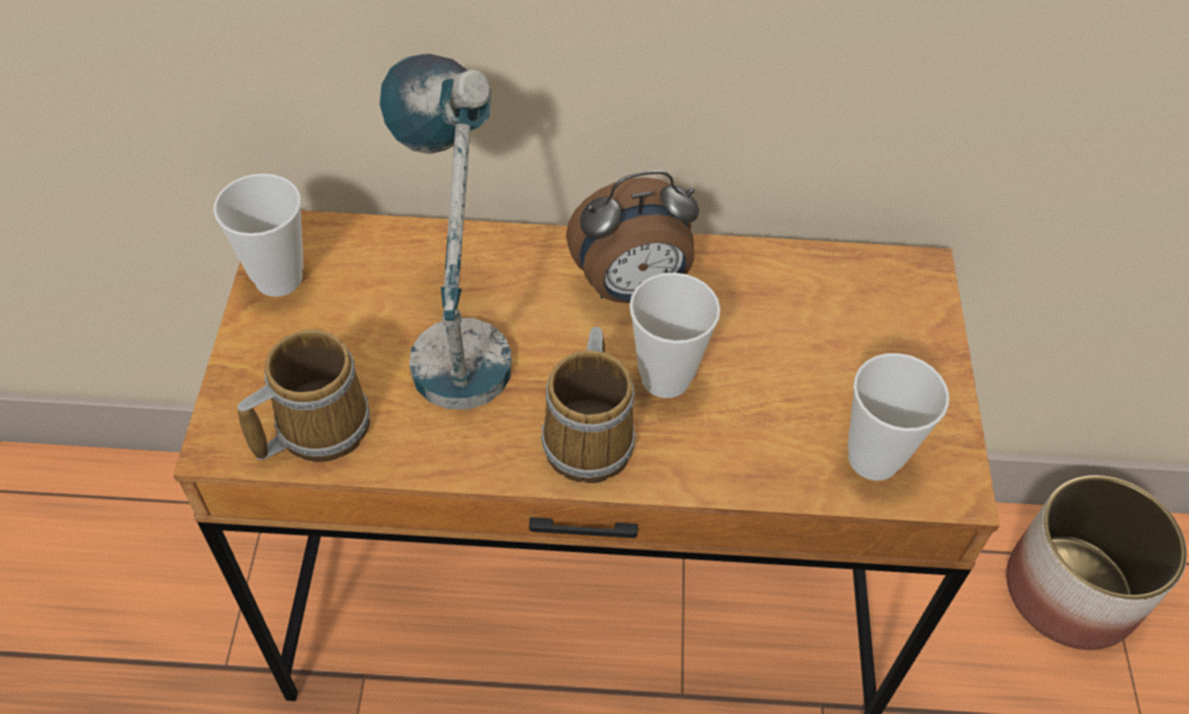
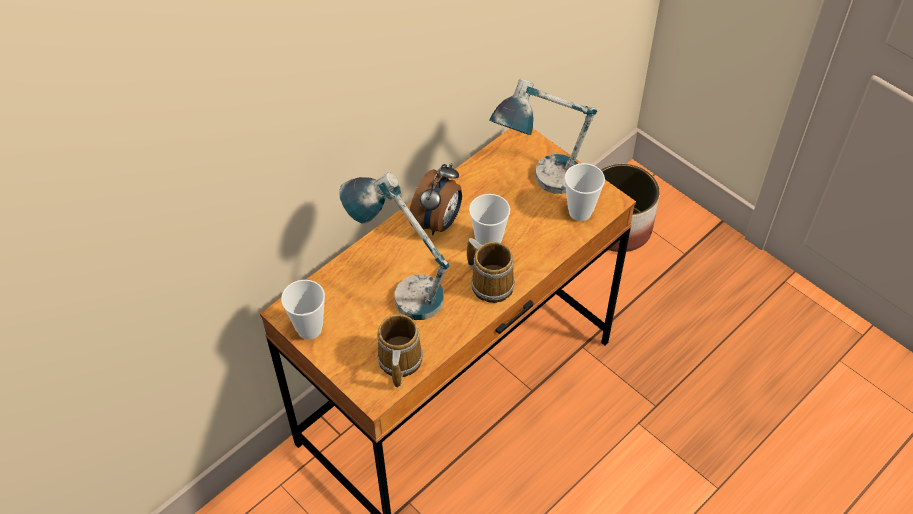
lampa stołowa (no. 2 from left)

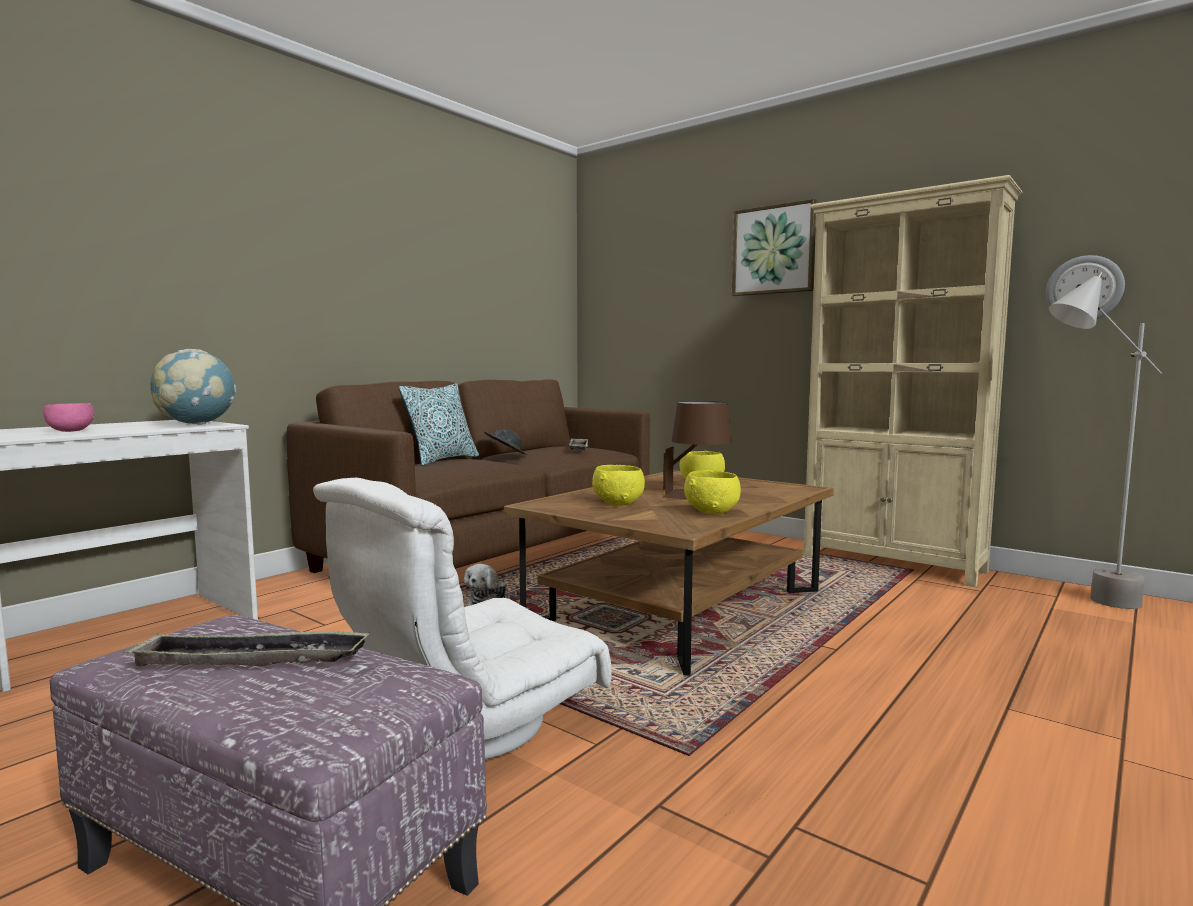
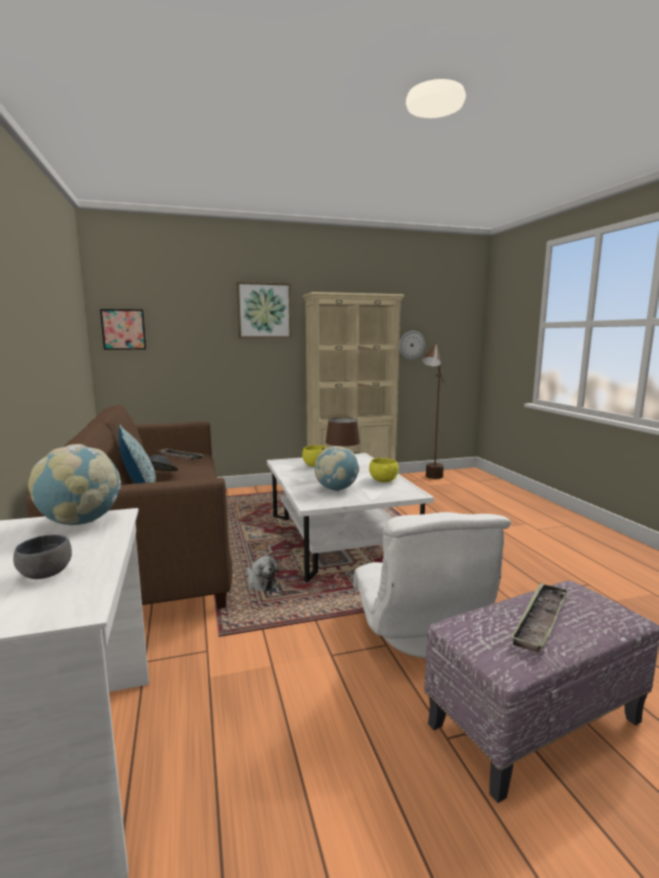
obraz (no. 1 from left); globus (no. 2 from left); miska (szary); ława (biały); lampa stojąca (brązowy)

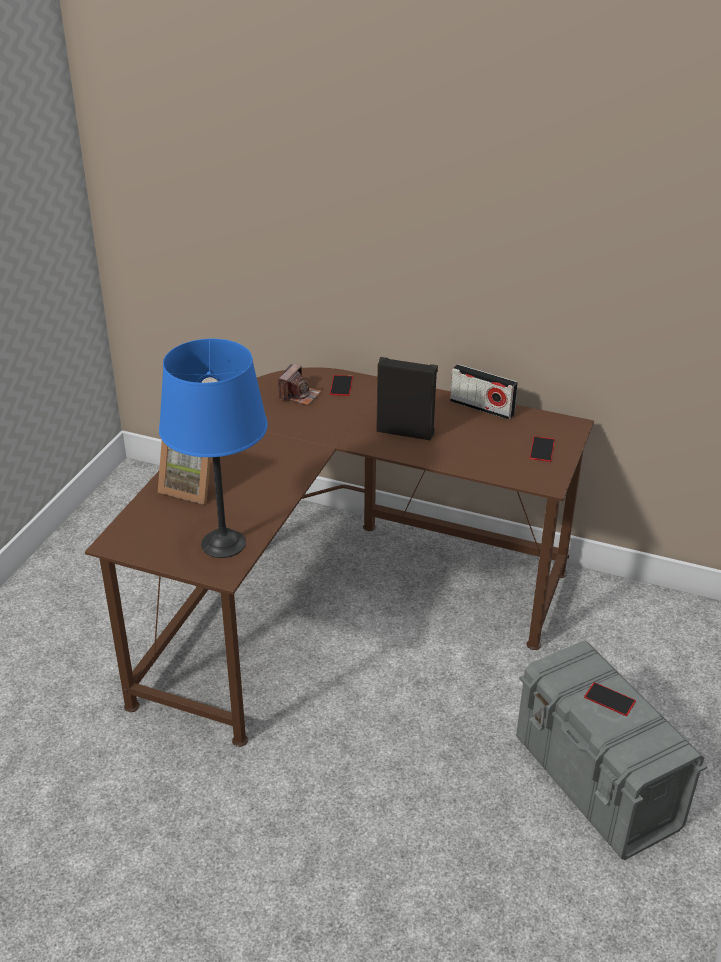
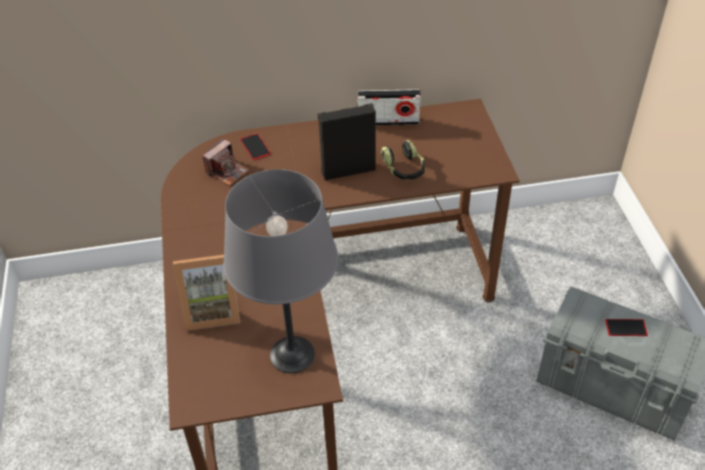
telefon (no. 2 from left in the first image); słuchawki; lampa stołowa (szary); aparat fotograficzny

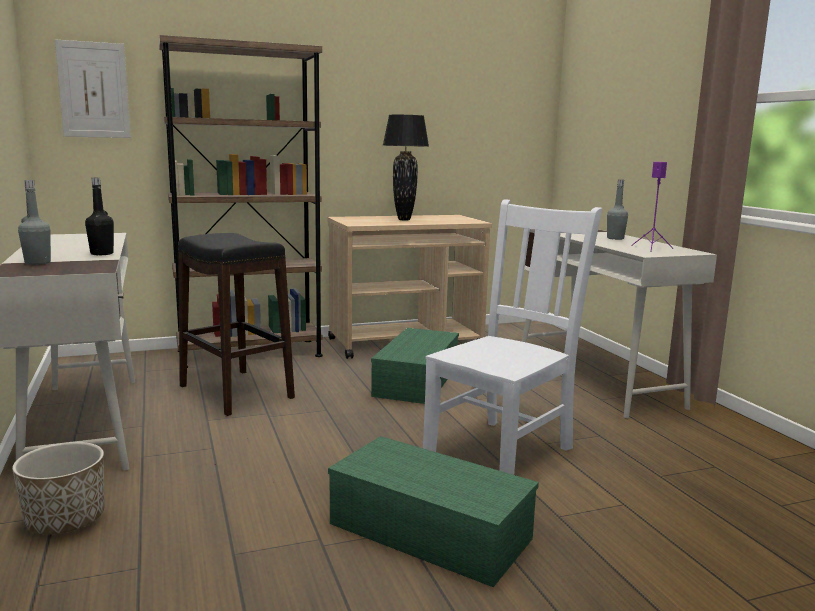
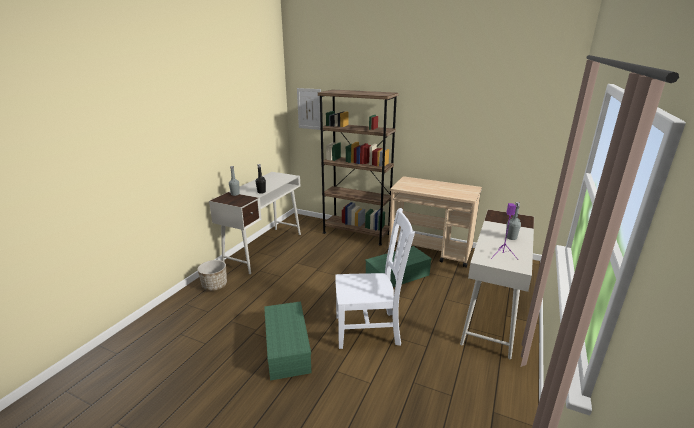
stołek (czarny); lampa stołowa (czarny)

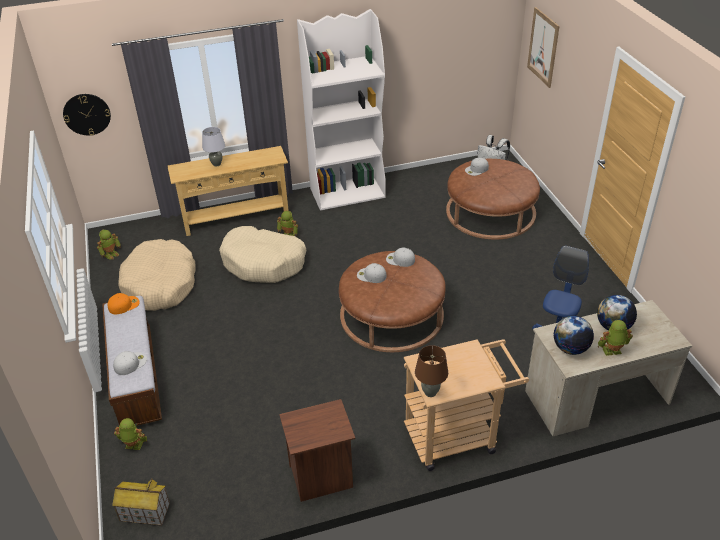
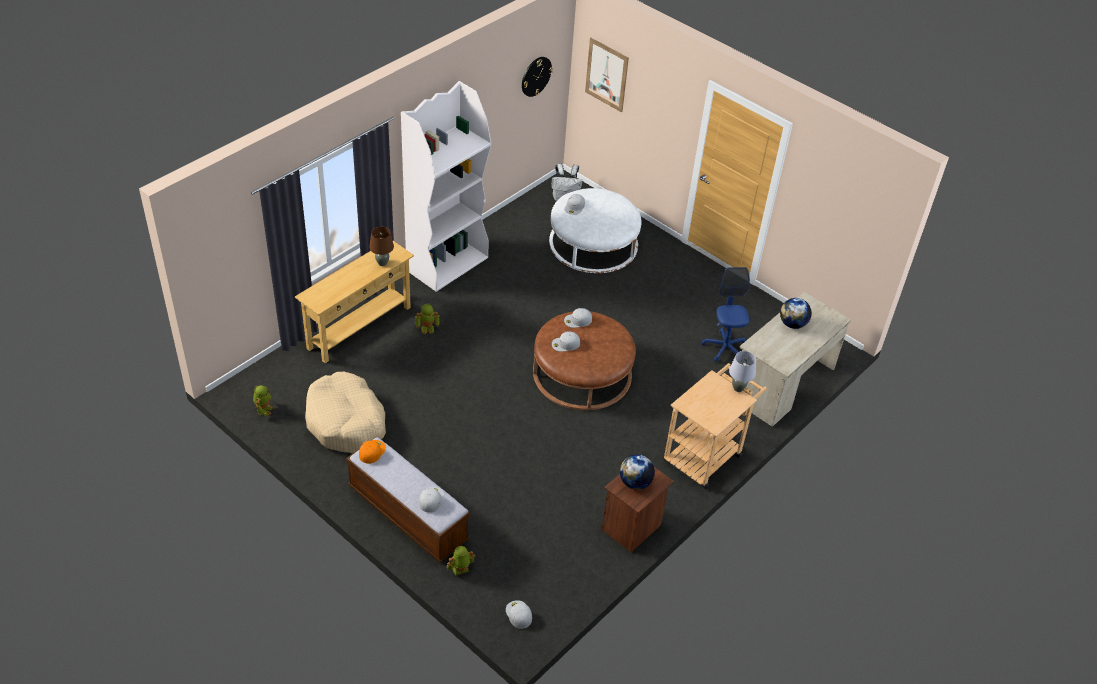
legowisko (beżowy) (no. 2 from left in the first image); robot zabawkowy (no. 4 from left in the first image); zegar ścienny; lampa stołowa (szary); lampa stołowa (brązowy); globus (no. 1 from left); czapka z daszkiem (biały) (no. 2 from left); pufa (biały)

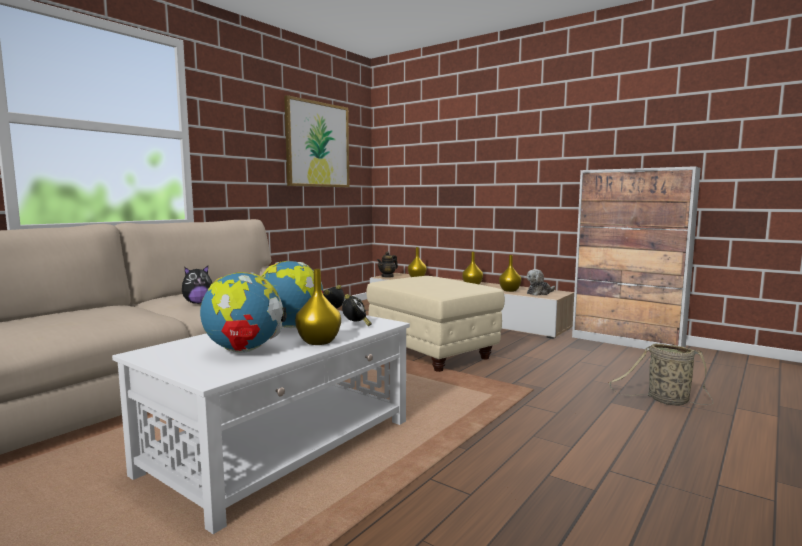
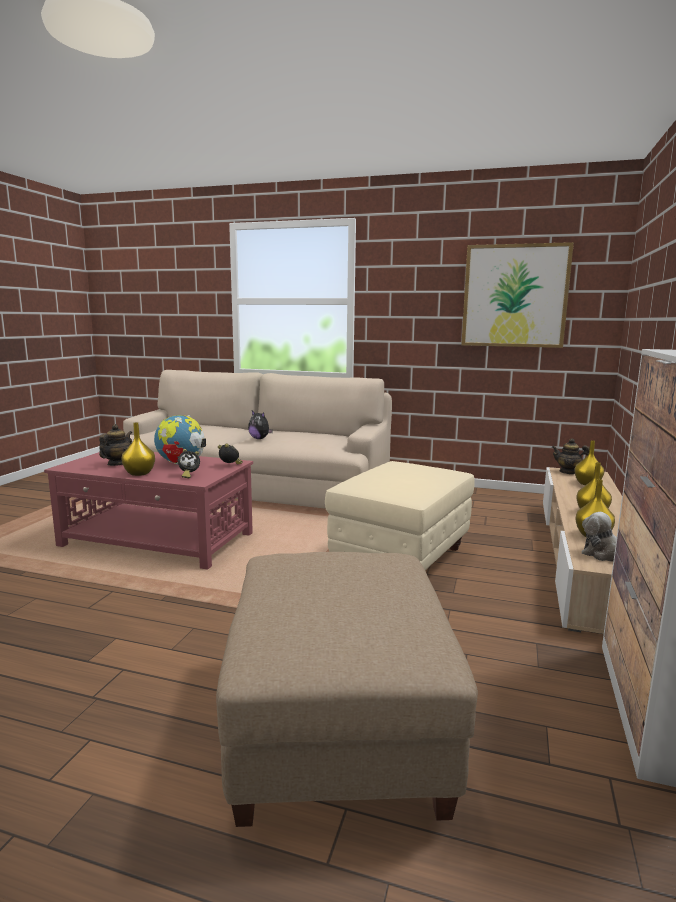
imbryk (no. 1 from left); pufa (beżowy) (no. 1 from left); ława (czerwony)

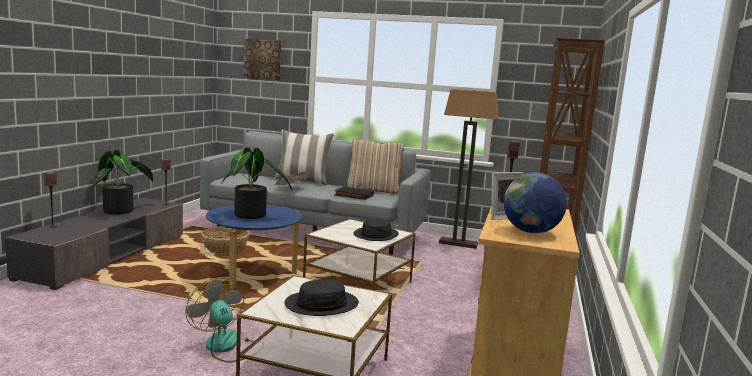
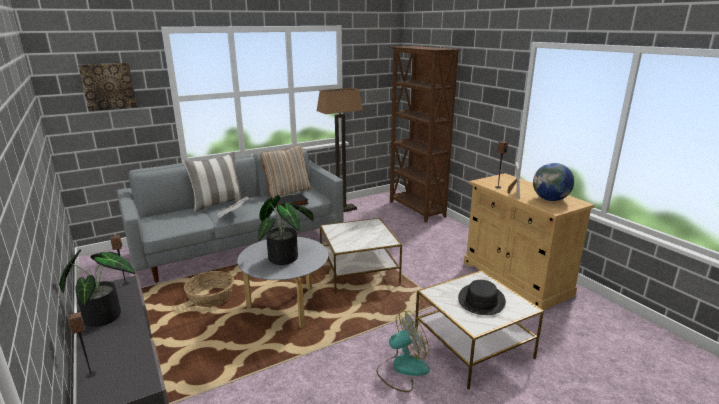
kapelusz (czarny) (no. 2 from left in the first image); ława (szary); wentylator

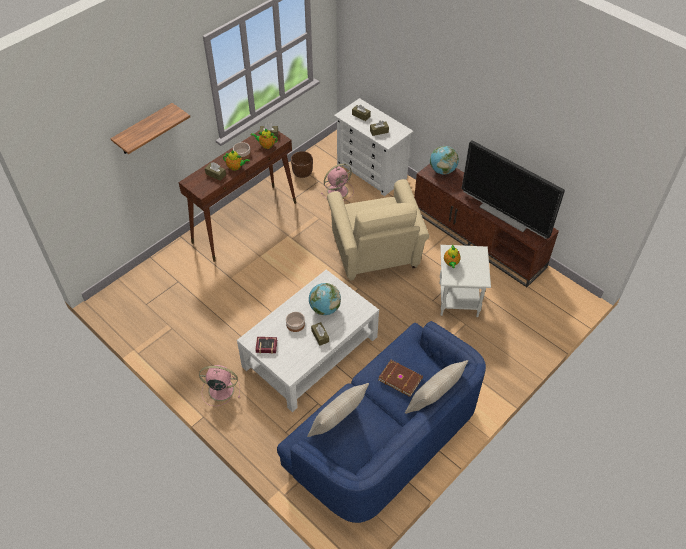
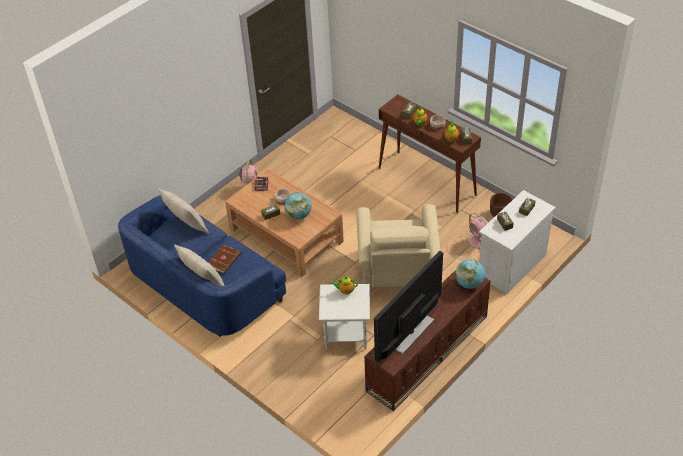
półka; ława (brązowy); fotel (beżowy)

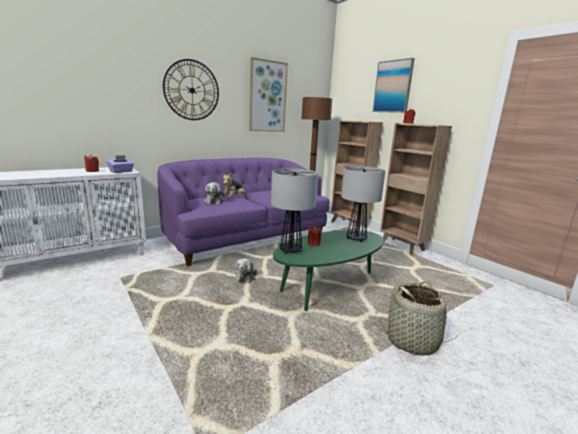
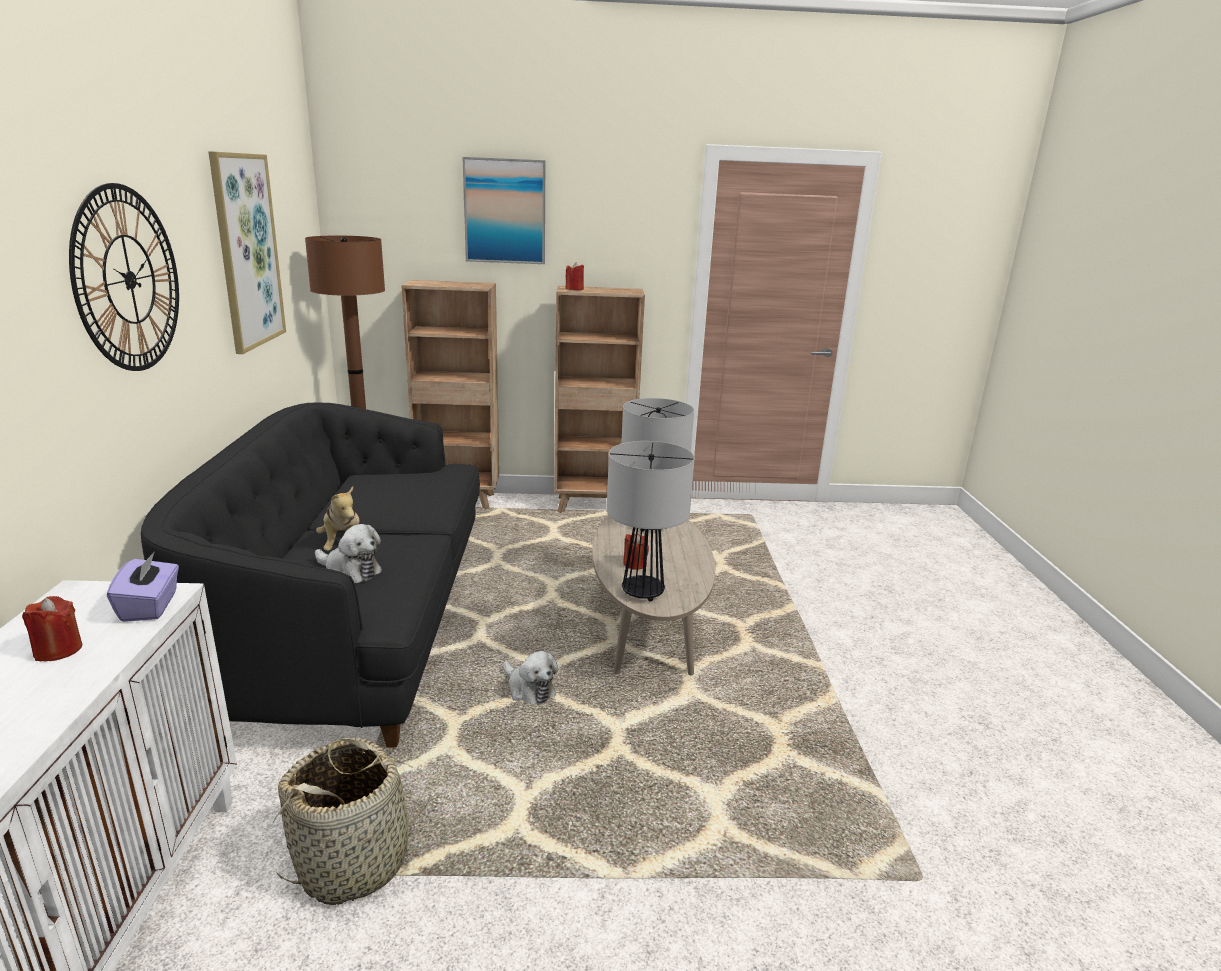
koszyk; kanapa (czarny); ława (beżowy)

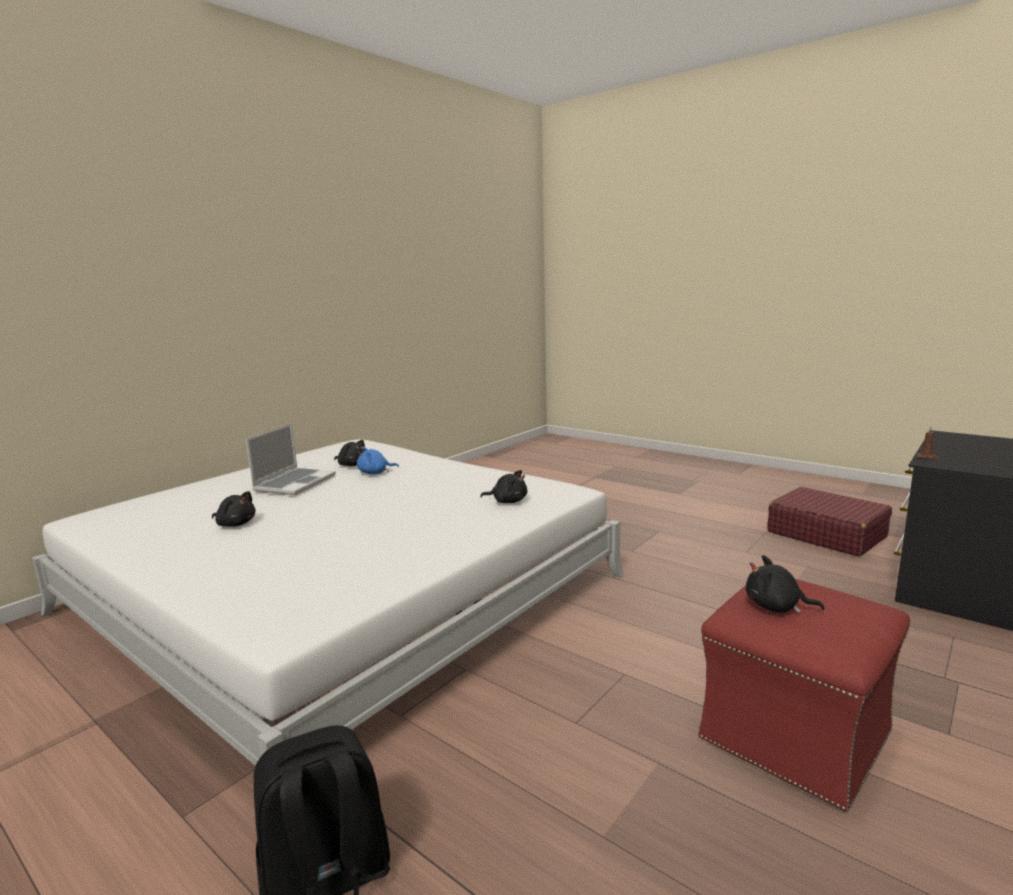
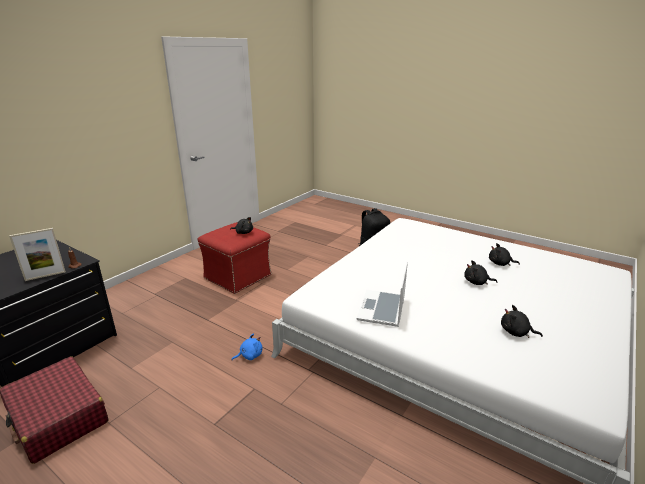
ramka na zdjęcie; laptop; pluszak (niebieski); pluszak (czarny) (no. 2 from left)

